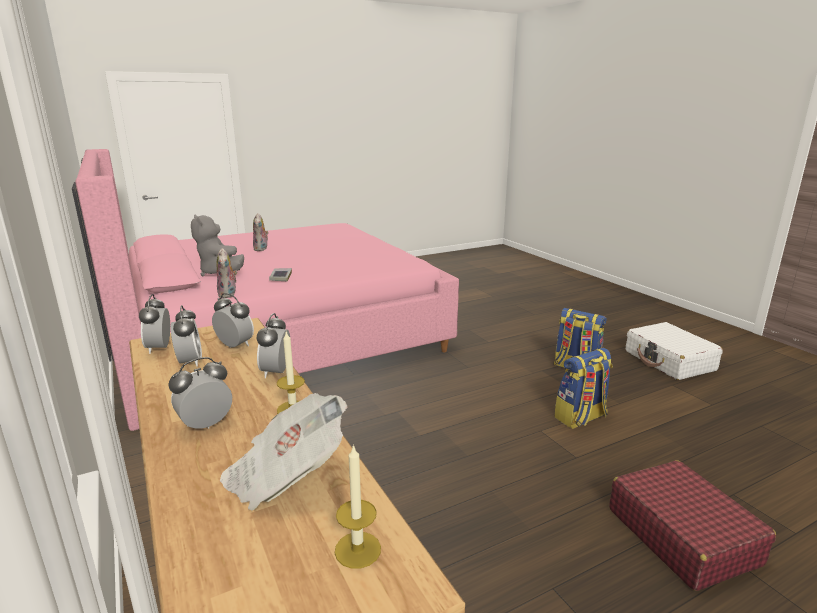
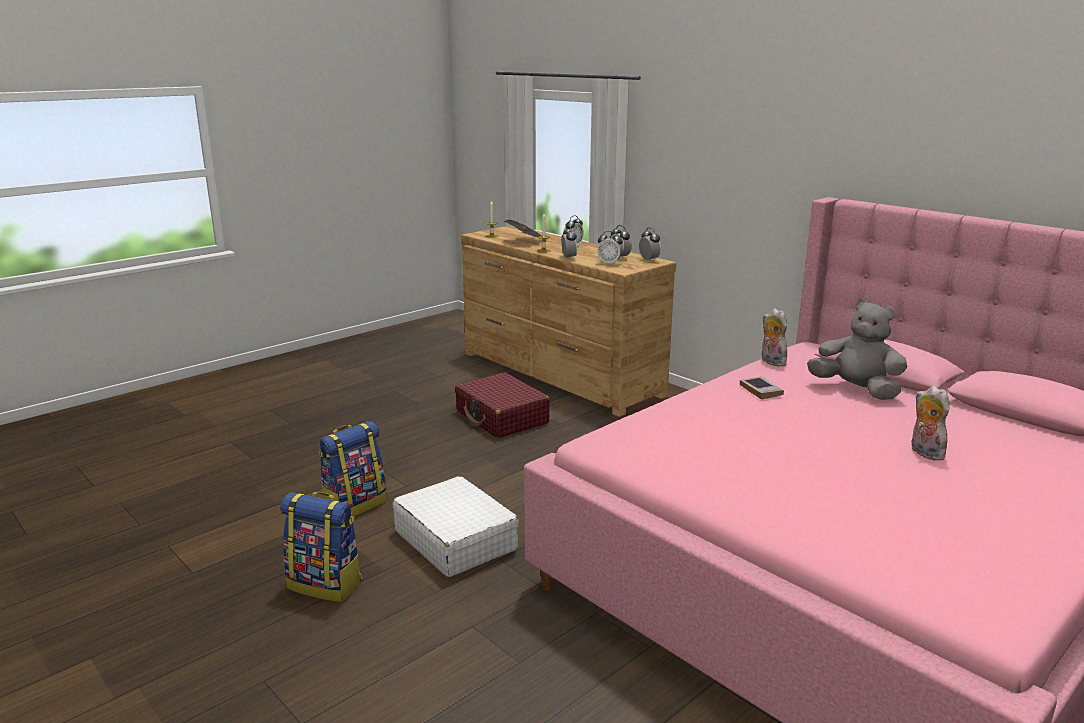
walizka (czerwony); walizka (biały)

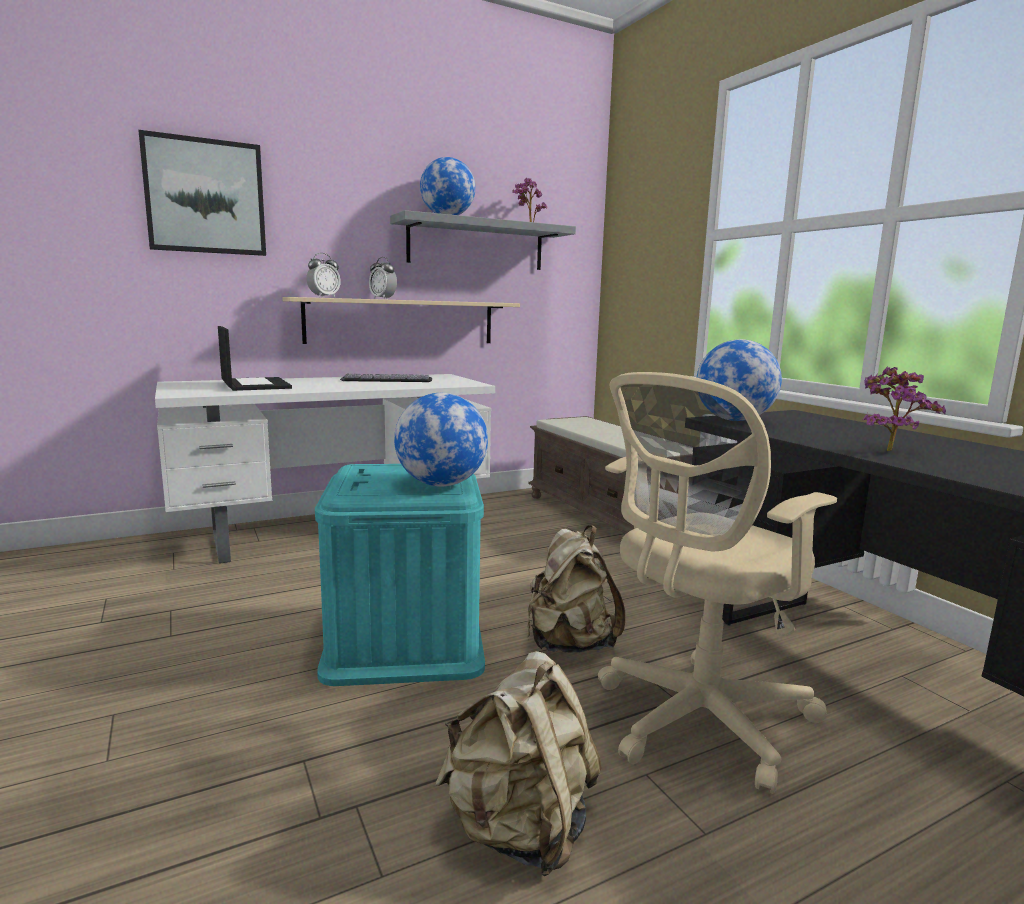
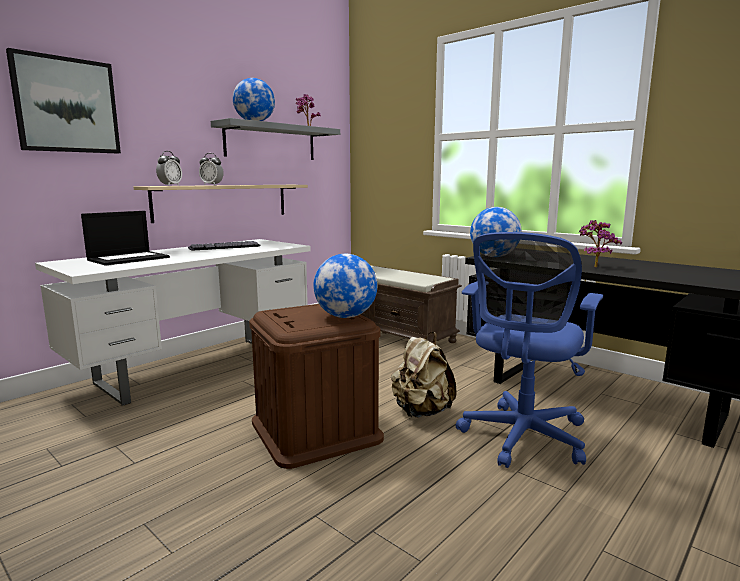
plecak (beżowy) (no. 1 from left in the first image); pojemnik do przechowywania (brązowy); krzesło biurowe (niebieski); laptop

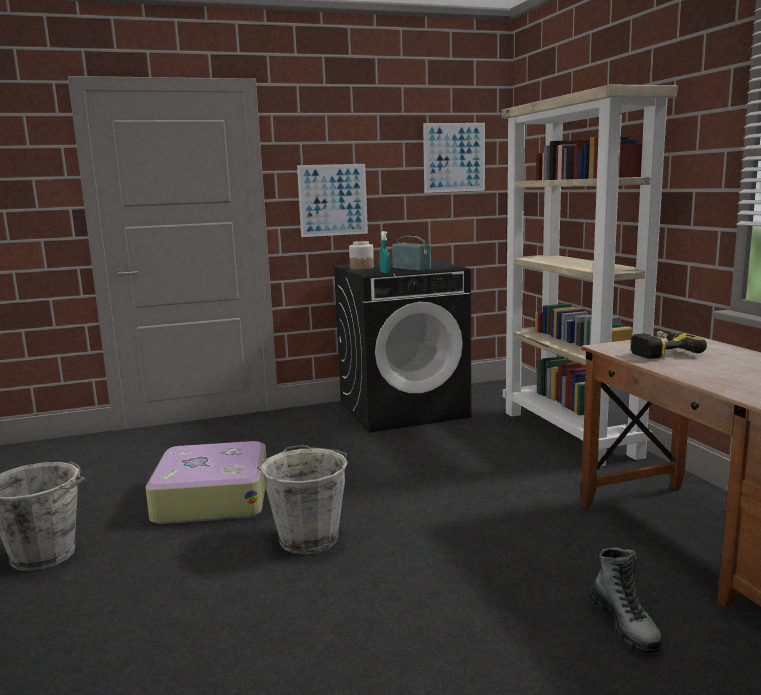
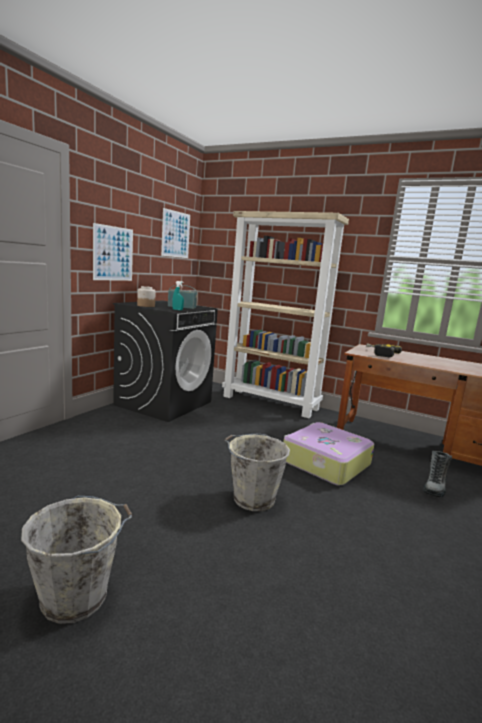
walizka; but z cholewką

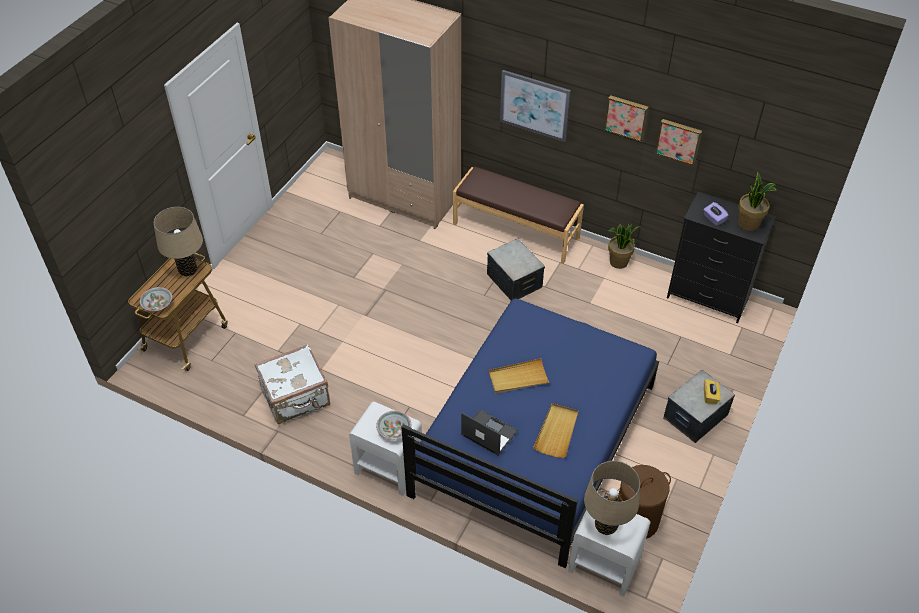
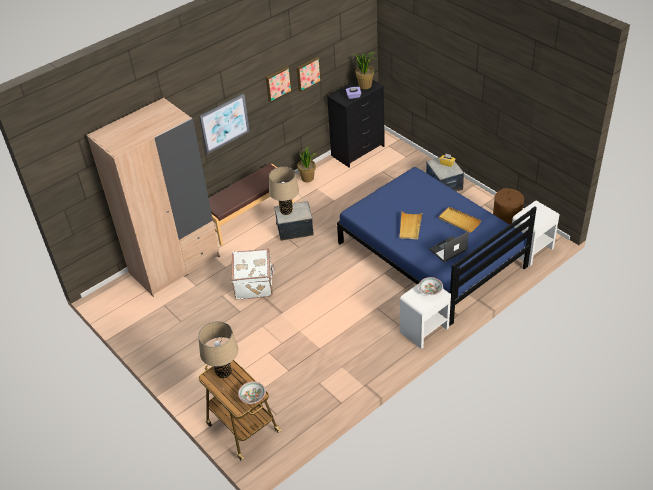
walizka (biały); lampa stołowa (beżowy) (no. 2 from left)

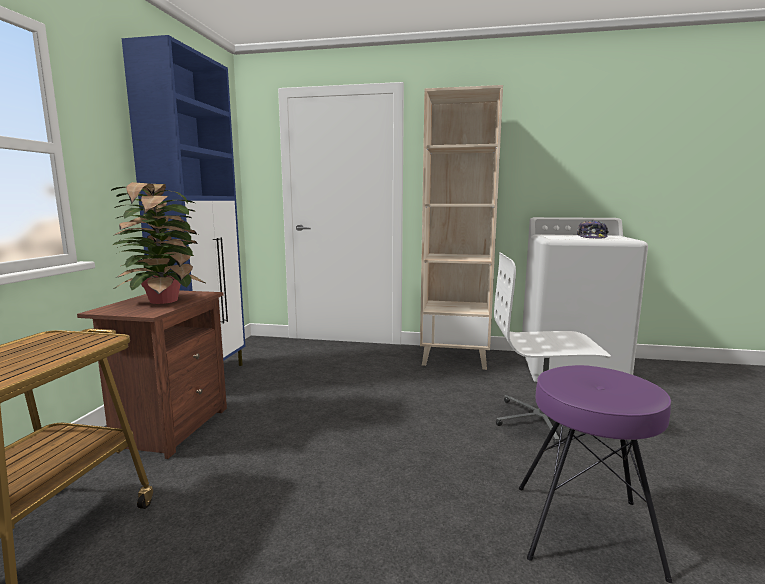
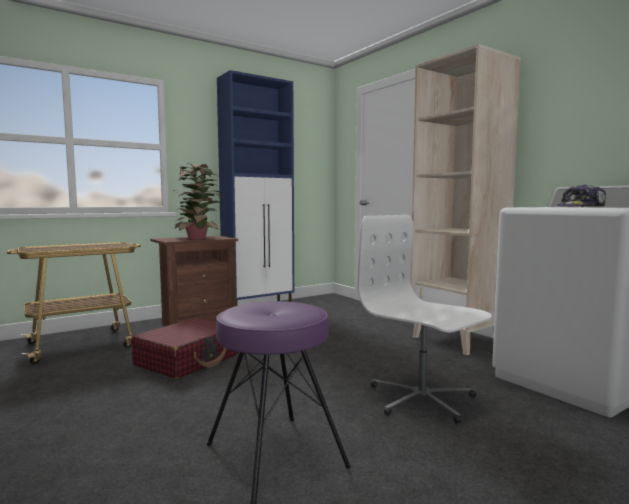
walizka (czerwony)

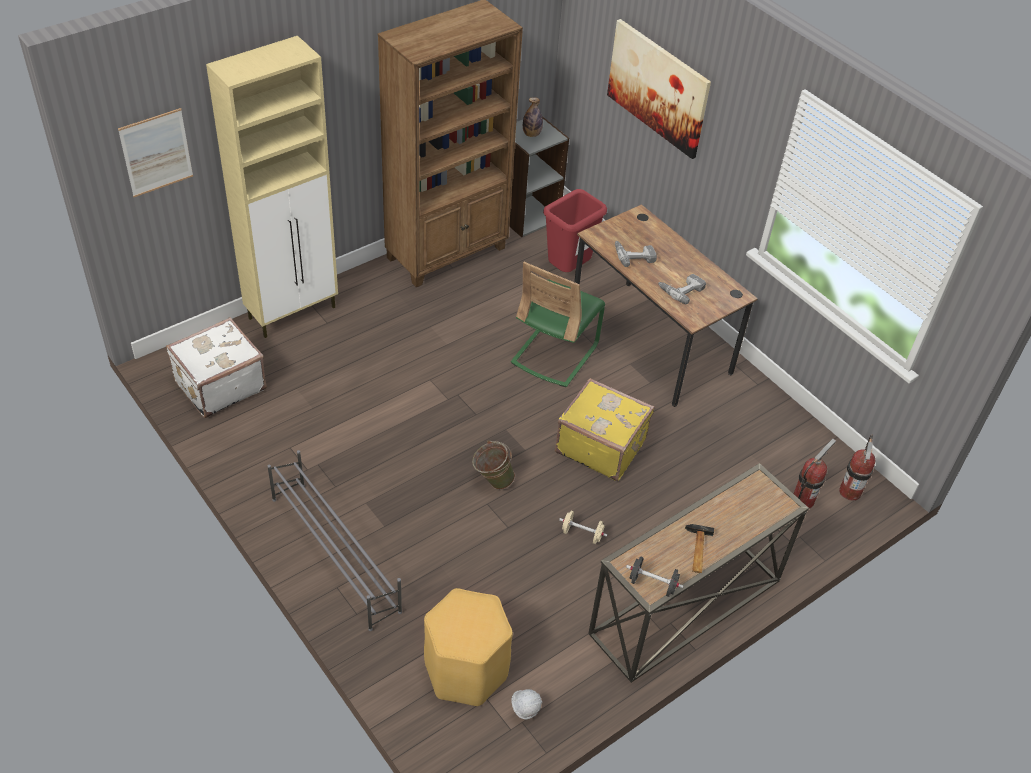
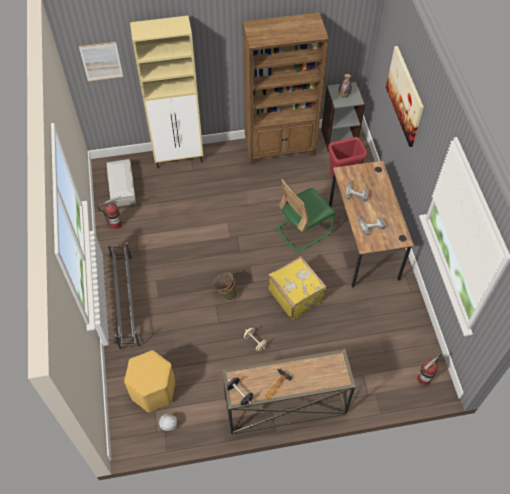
gaśnica (no. 1 from left); pojemnik do przechowywania (biały)

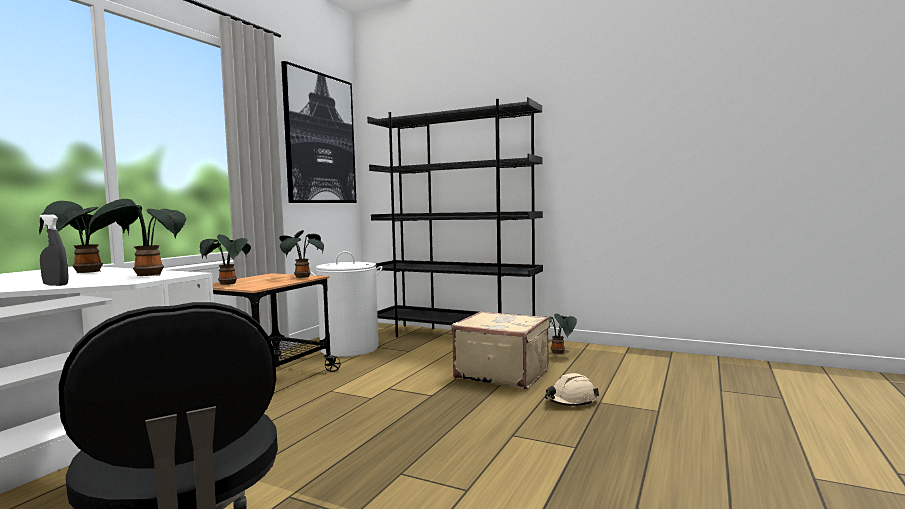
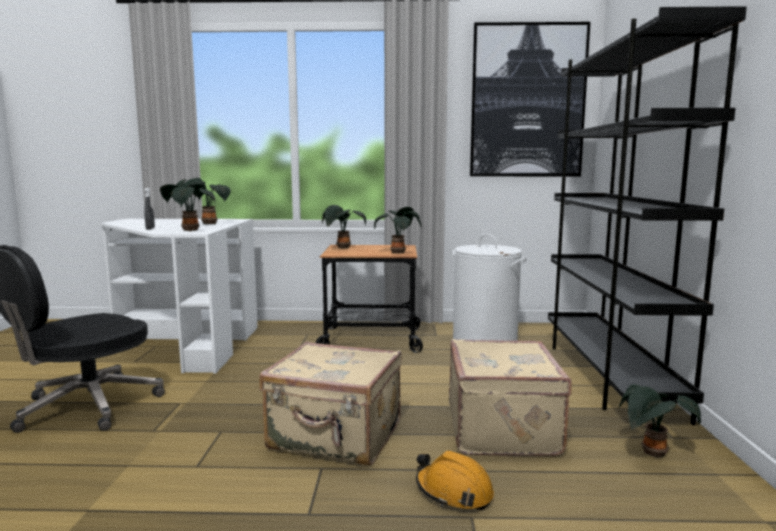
walizka (beżowy) (no. 1 from left); kask (pomarańczowy)

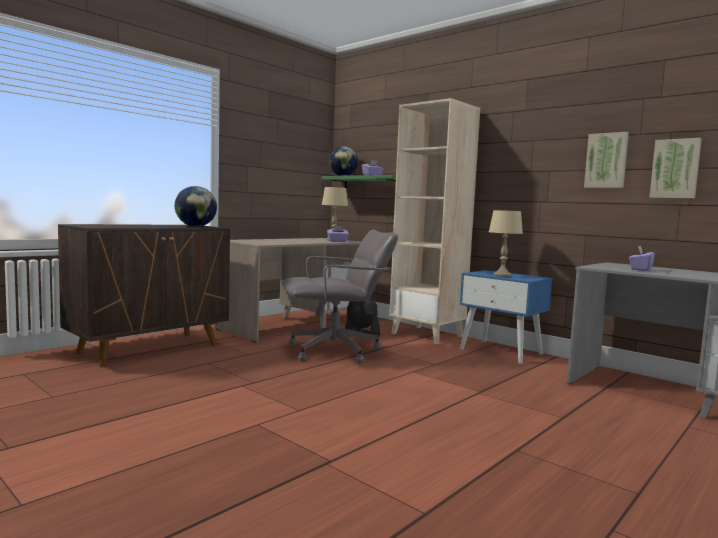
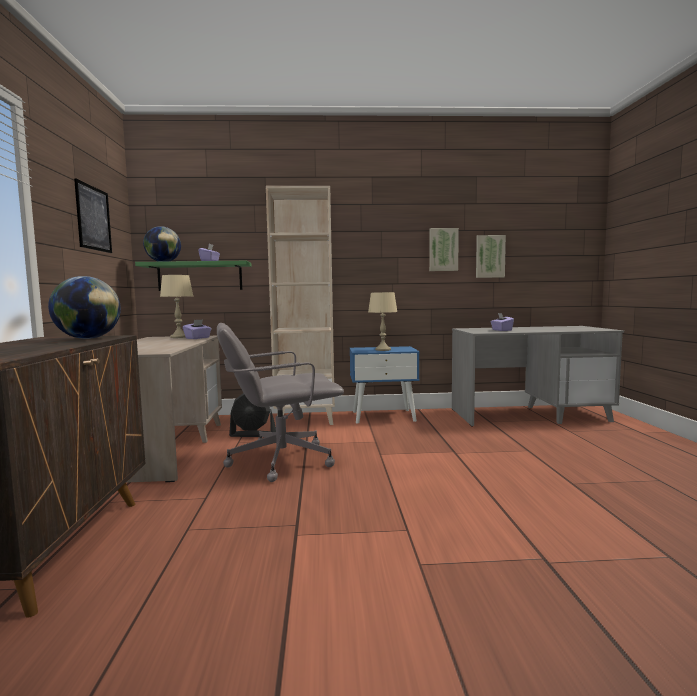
obraz (no. 1 from left); krzesło biurowe (szary)

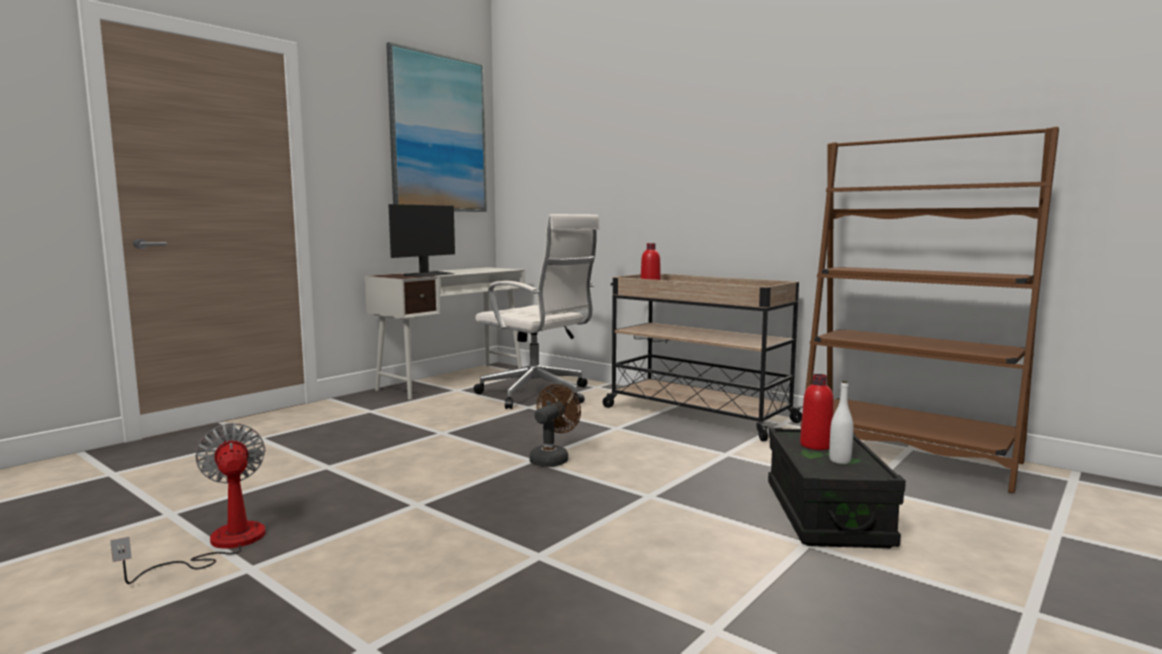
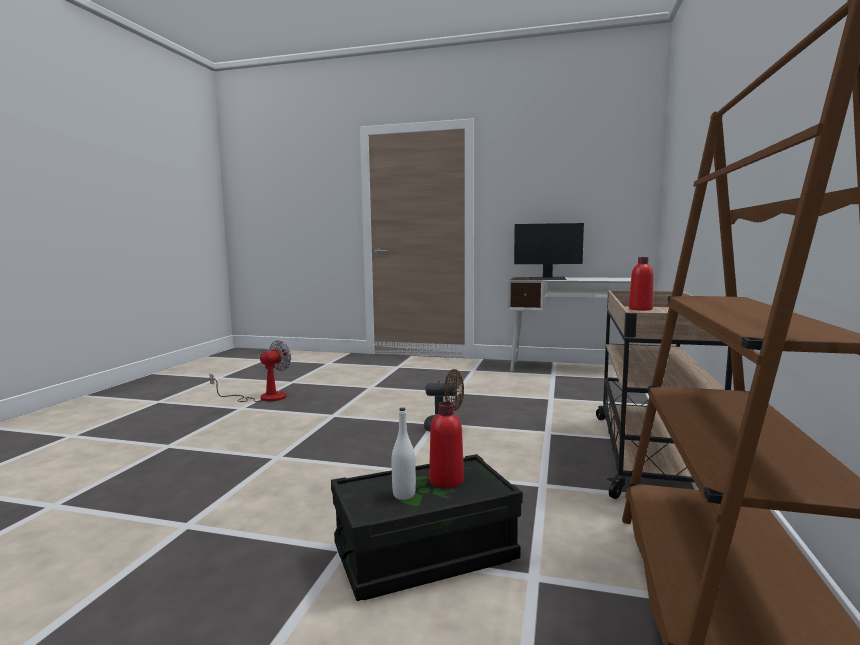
obraz; krzesło biurowe (biały)

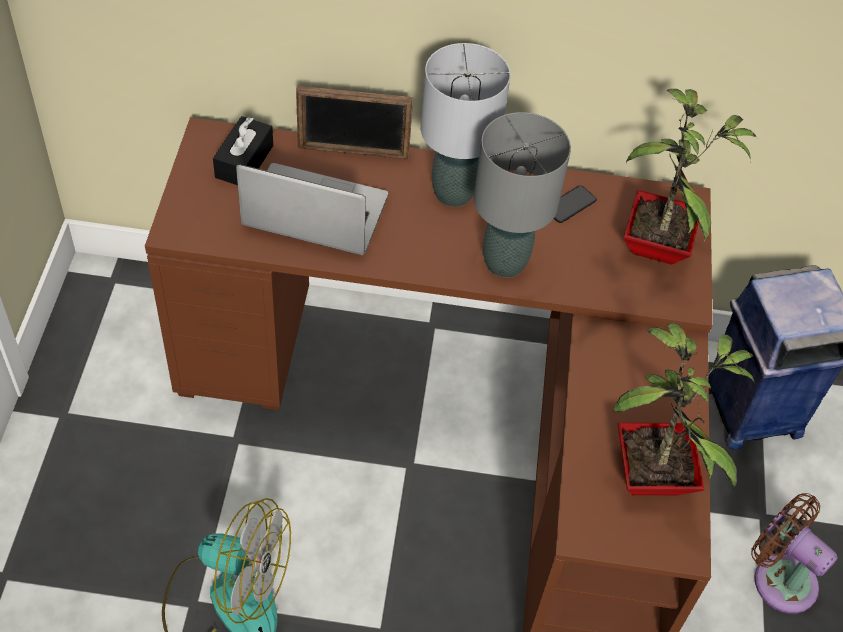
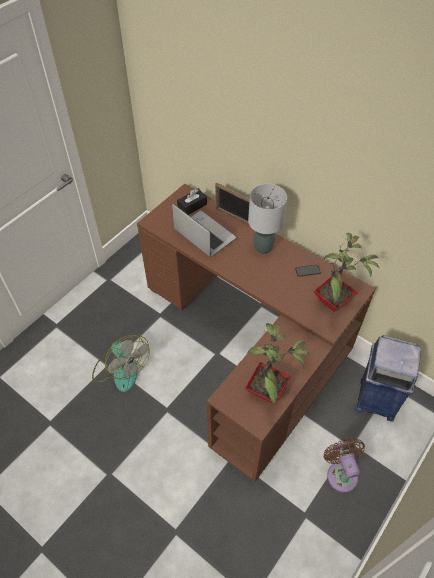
lampa stołowa (szary) (no. 2 from left in the first image)

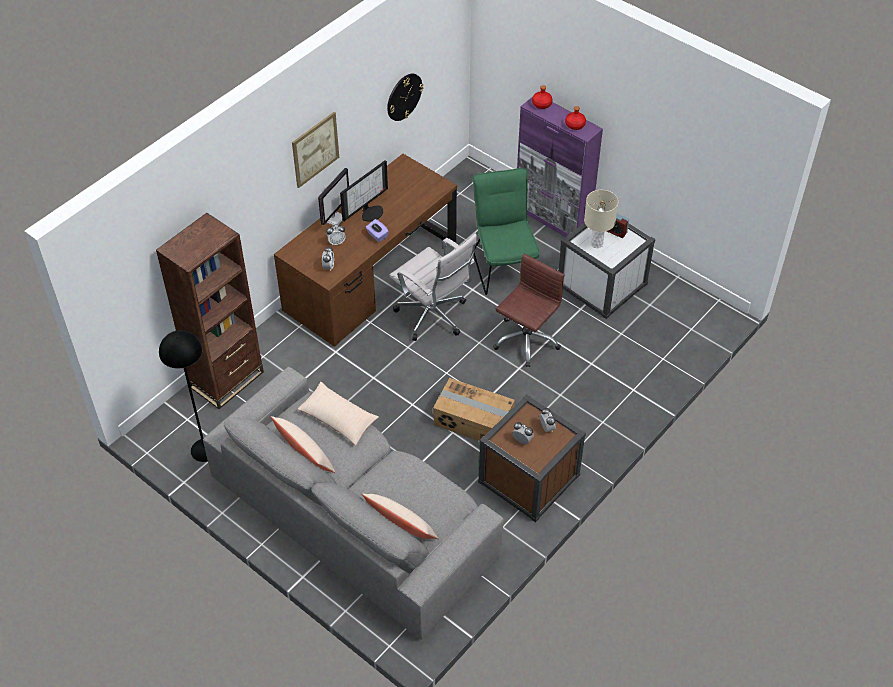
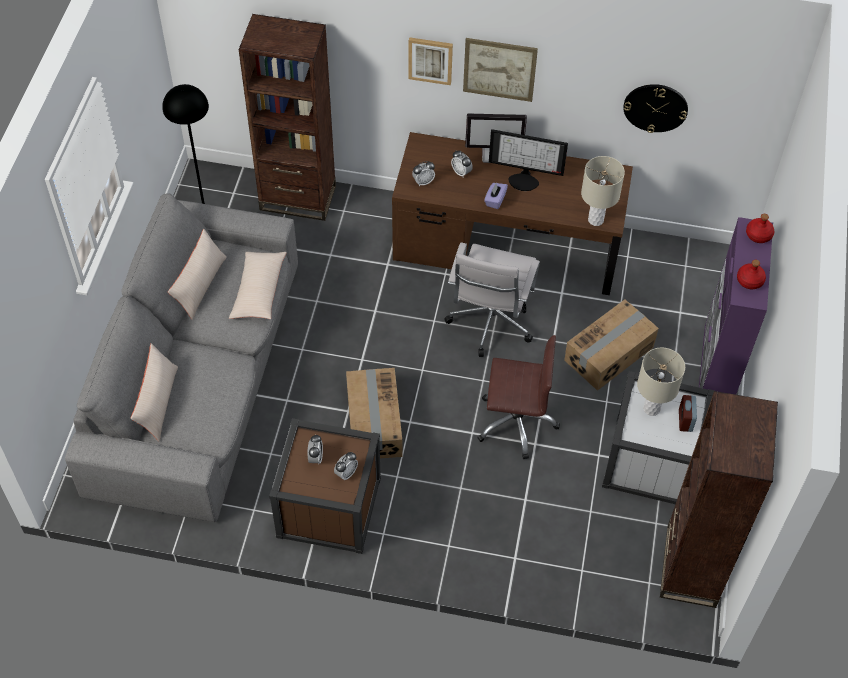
obraz (no. 1 from left); lampa stołowa (beżowy) (no. 1 from left); regał (brązowy) (no. 2 from left); karton (no. 2 from left)

